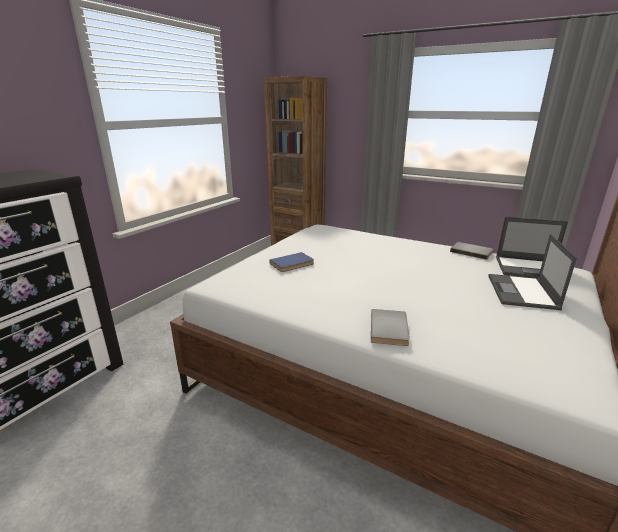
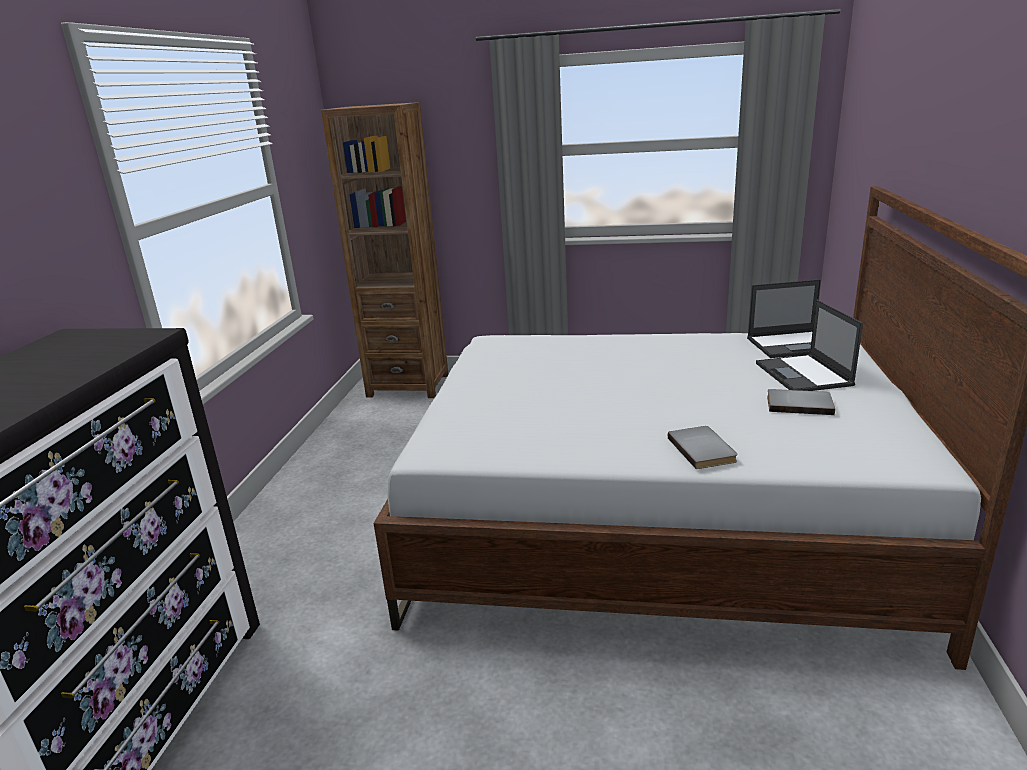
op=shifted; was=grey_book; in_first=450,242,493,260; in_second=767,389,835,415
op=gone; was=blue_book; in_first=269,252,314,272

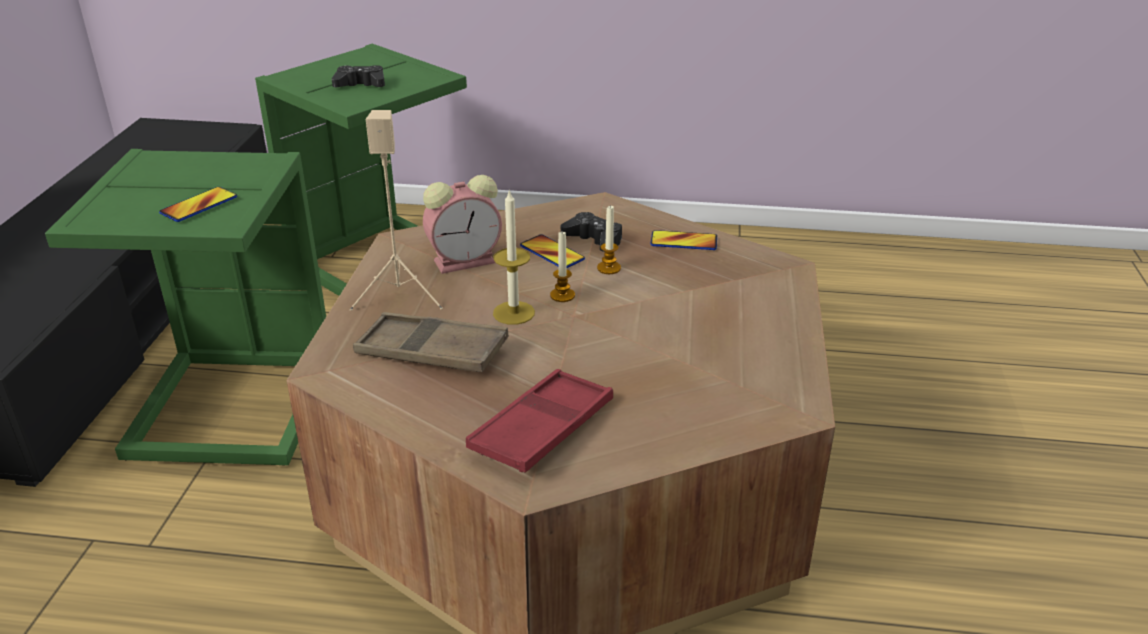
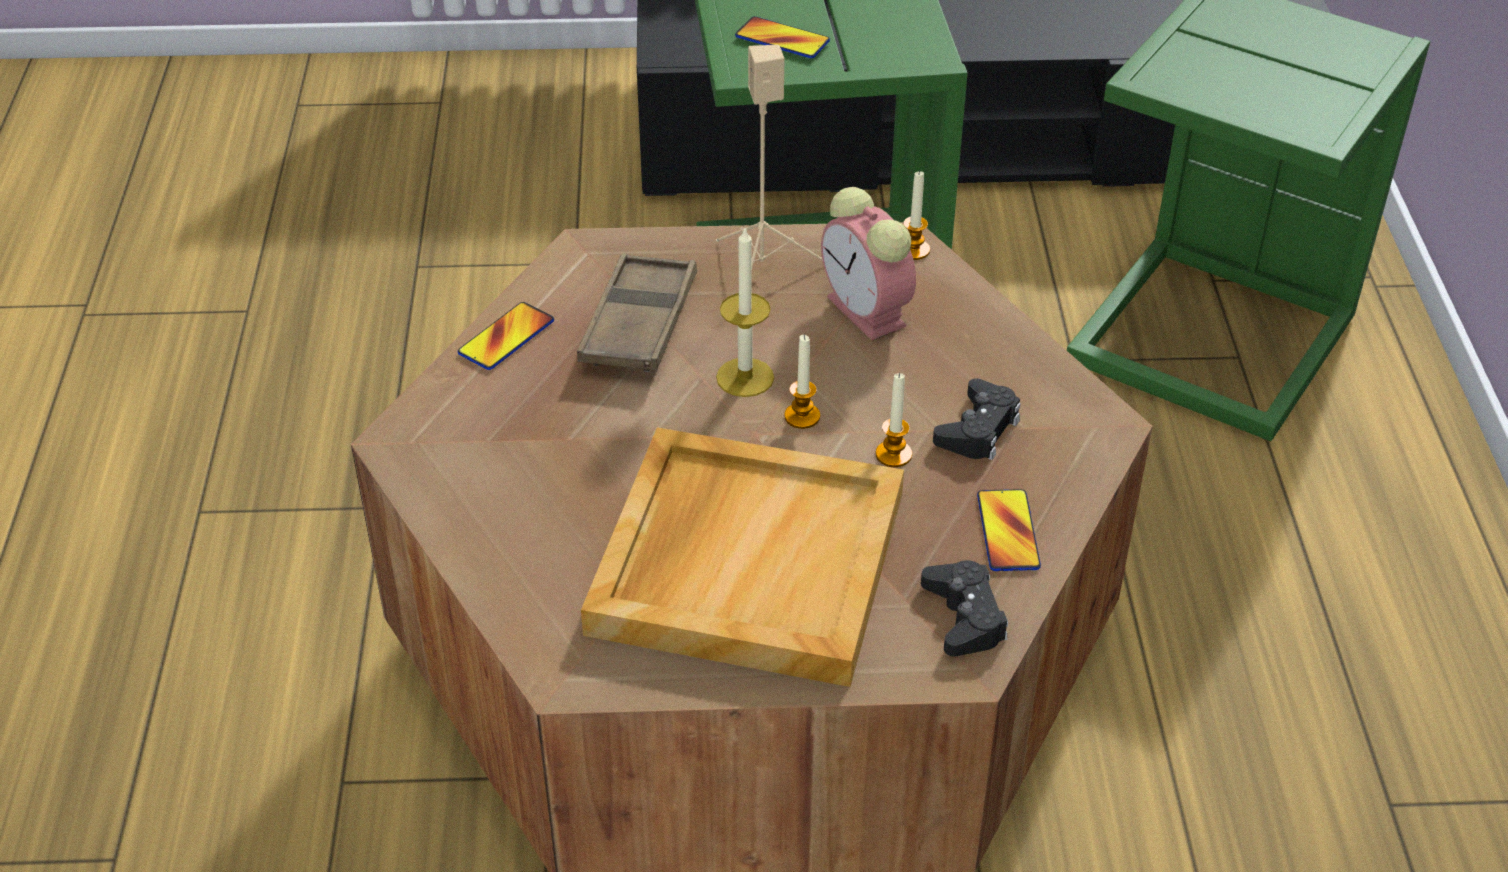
op=shifted; was=black_game_controller; in_first=332,65,385,87; in_second=921,560,1008,657
op=shifted; was=phone; in_first=520,235,585,268; in_second=458,302,554,370
op=gone; was=red_tray; in_first=466,369,613,473
op=new; now=candle; in_second=903,170,930,260
op=new; now=beige_tray; in_second=581,427,904,687

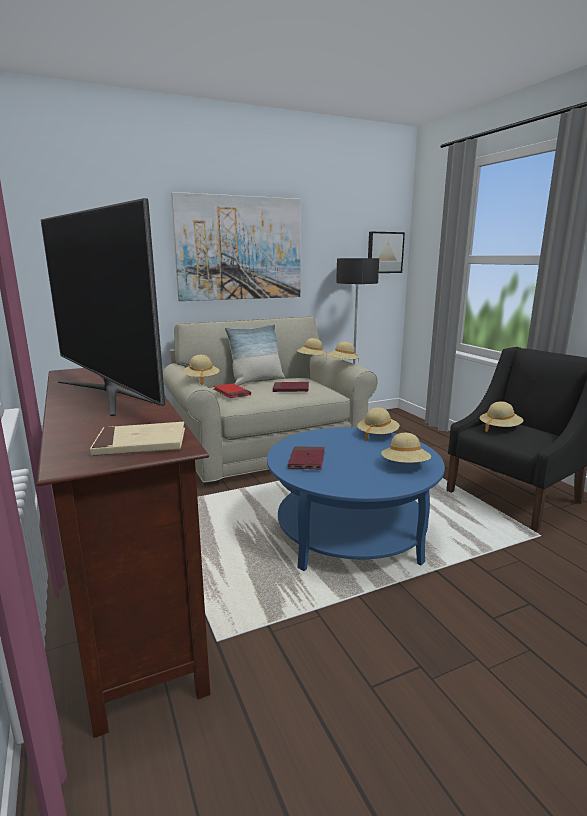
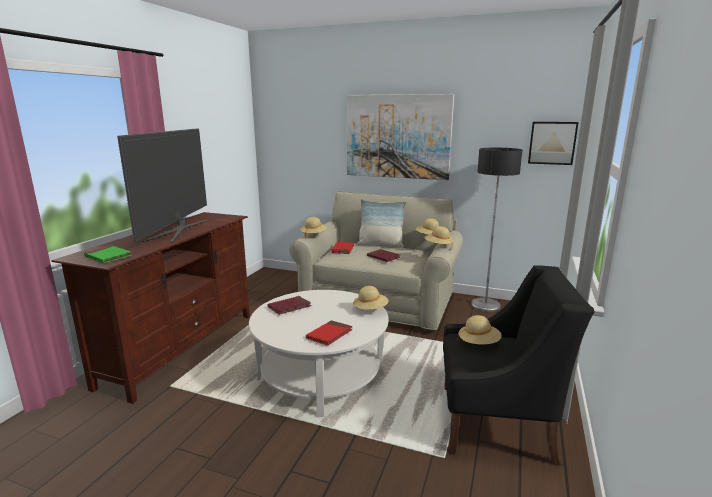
op=repainted; was=beige_book; now=green_book; in_first=90,422,185,456; in_second=84,245,132,263
op=repainted; was=blue_coffee_table; now=white_coffee_table; in_first=267,427,445,571; in_second=249,290,389,417
op=swapped; was=beige_hat; now=red_book; in_first=381,433,431,463; in_second=306,320,352,346

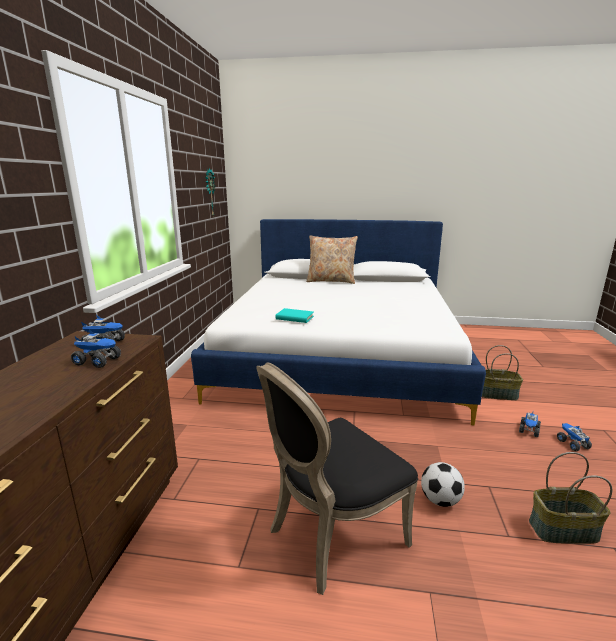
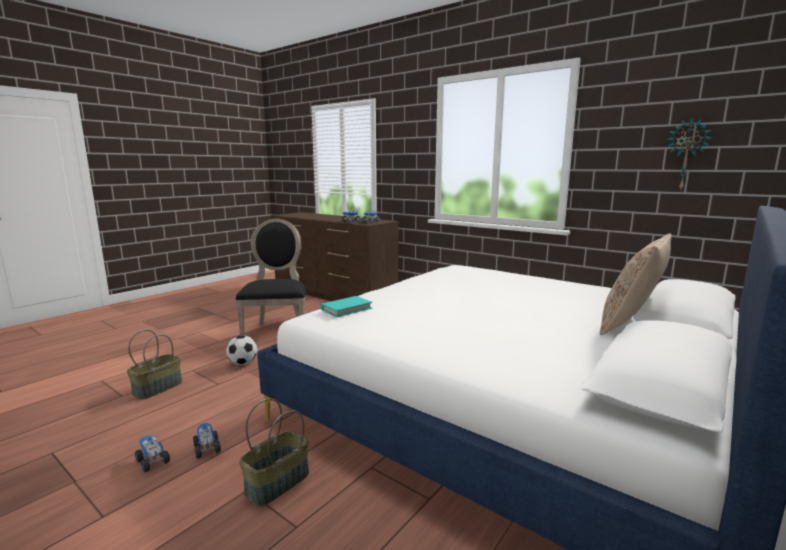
op=shifted; was=turquoise_book; in_first=275,308,314,323; in_second=321,296,372,317
op=rotated; was=toy_truck; in_first=557,423,592,451; in_second=135,435,170,472; clockwise=-150

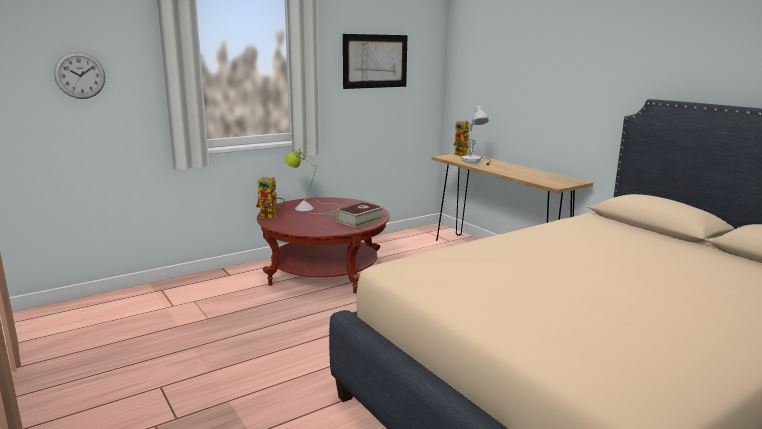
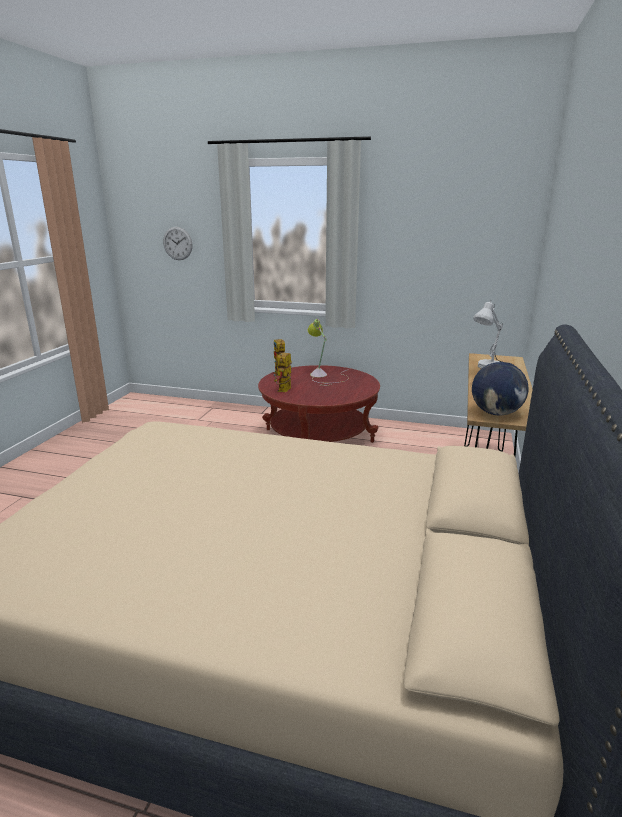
op=gone; was=picture; in_first=343,34,407,89
op=shifted; was=toy_robot; in_first=453,121,476,156; in_second=274,353,291,392
op=gone; was=book; in_first=336,202,384,228
op=new; now=globe; in_second=472,362,529,416

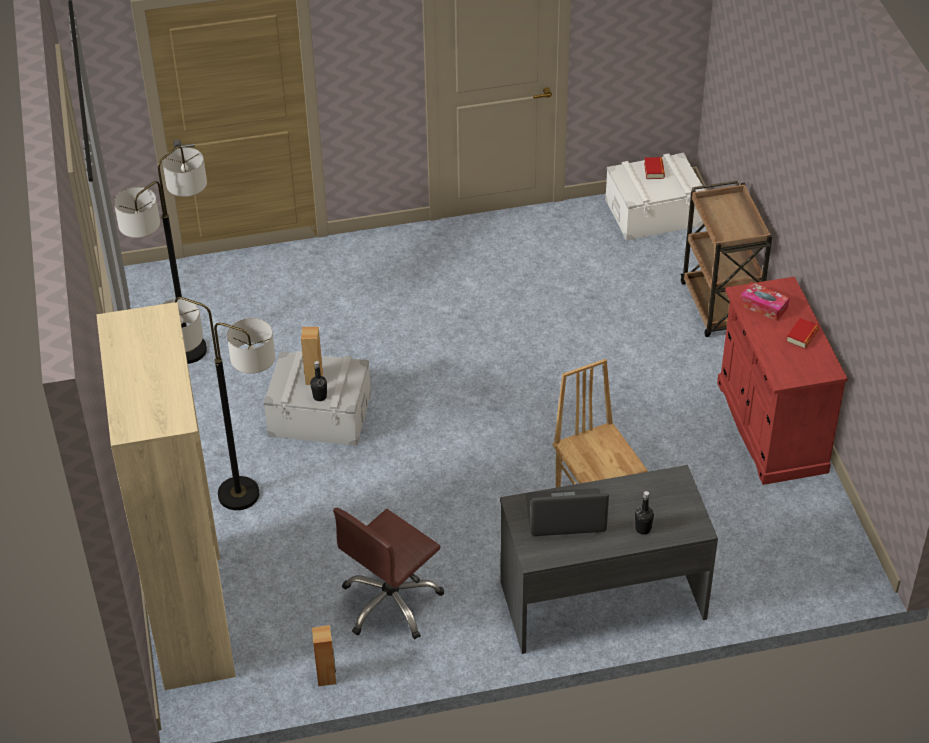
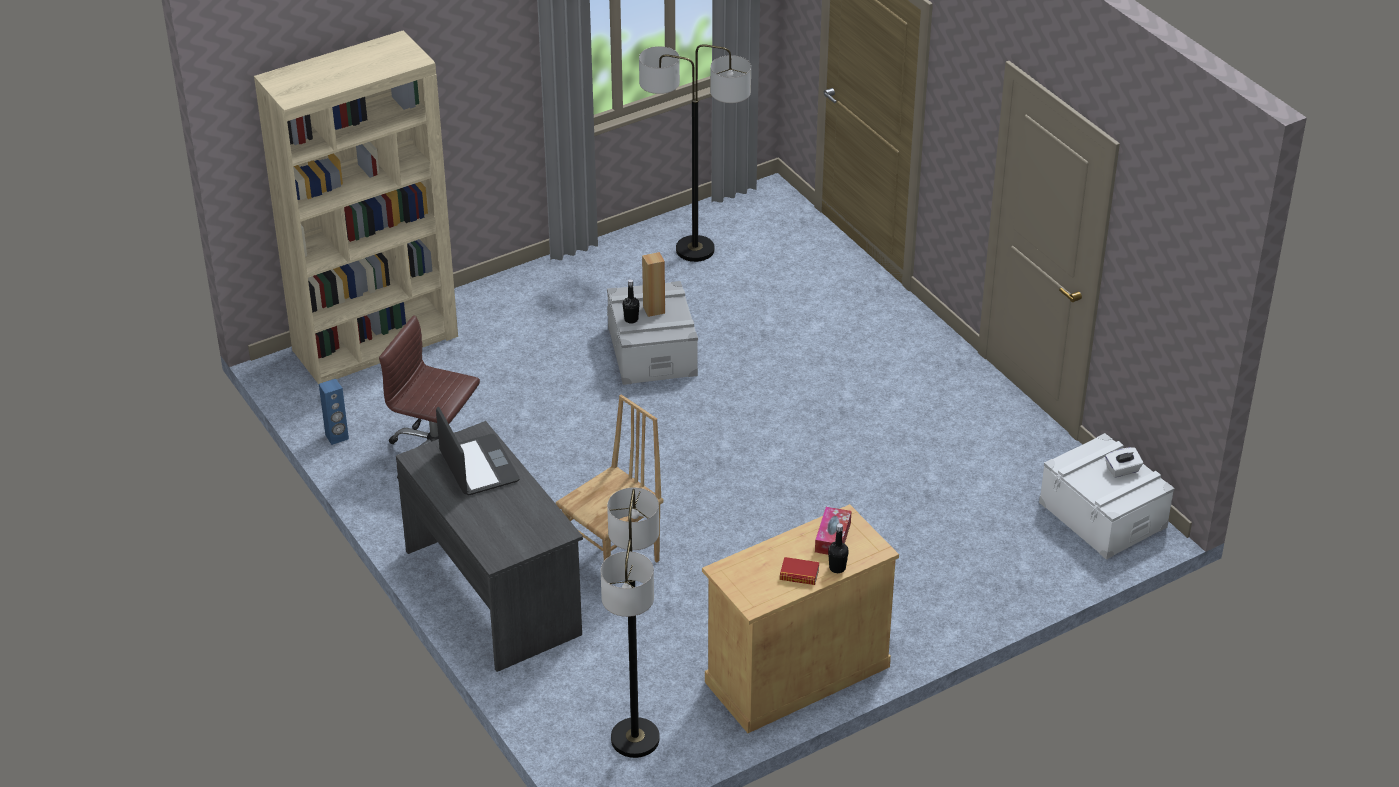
op=swapped; was=book; now=white_tissue_box; in_first=644,157,665,179; in_second=1105,447,1143,478
op=gone; was=brown_cart; in_first=681,180,772,337
op=repainted; was=red_cabinet; now=beige_cabinet; in_first=717,276,848,485; in_second=702,504,899,733
op=shifted; was=floor_lamp; in_first=162,297,275,510; in_second=601,487,660,758
op=shifted; was=black_bottle; in_first=635,491,654,535; in_second=828,523,849,573
op=repainted; was=brown_speaker; now=blue_speaker; in_first=312,625,336,686; in_second=319,379,349,445

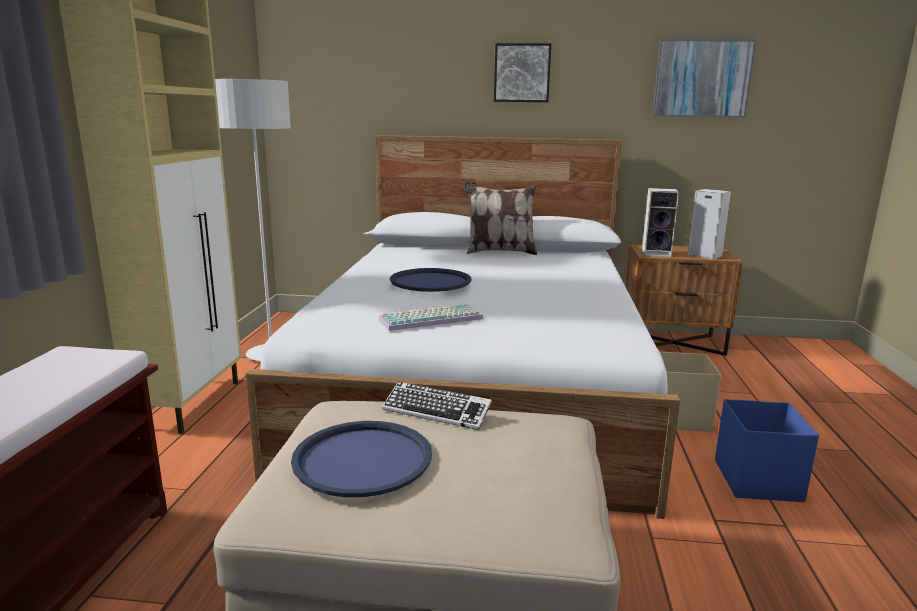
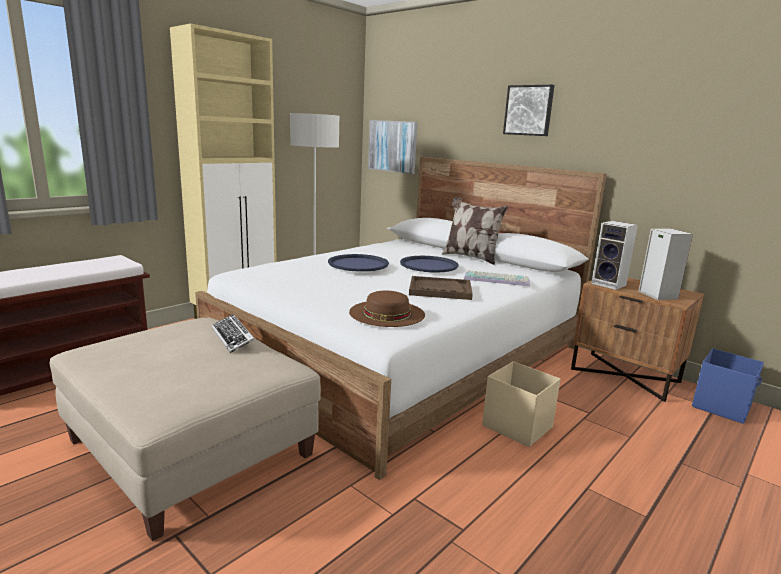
op=shifted; was=picture; in_first=652,39,756,118; in_second=368,120,418,174
op=shifted; was=keyboard; in_first=378,304,484,331; in_second=464,270,530,286
op=shifted; was=blue_storage_box; in_first=715,399,819,502; in_second=692,348,764,424
op=shifted; was=blue_tray; in_first=291,421,432,497; in_second=400,256,459,273
op=new; now=brown_tray; in_second=409,276,473,300
op=new; now=brown_hat; in_second=349,291,425,327

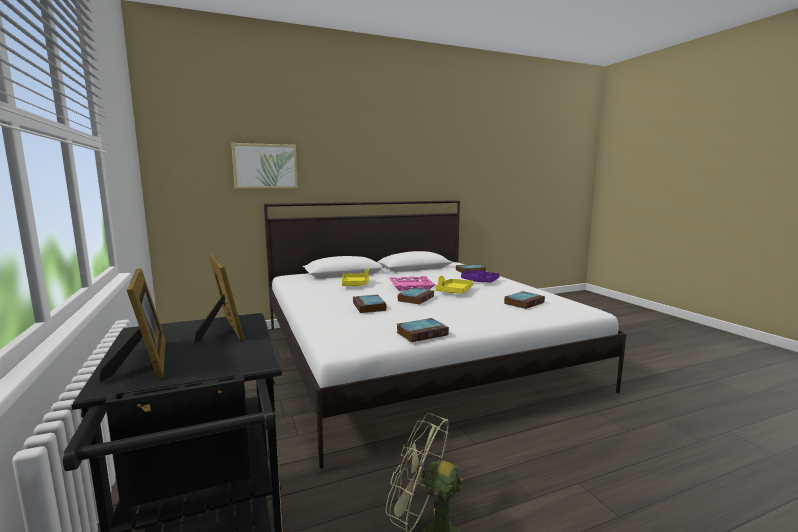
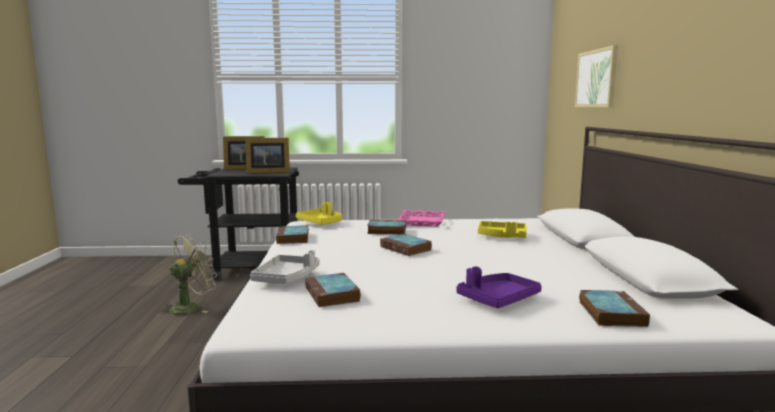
op=shifted; was=pink_tray; in_first=389,276,436,291; in_second=398,210,445,227
op=shifted; was=yellow_tray; in_first=435,276,473,294; in_second=296,202,342,225
op=new; now=grey_tray; in_second=250,250,320,284

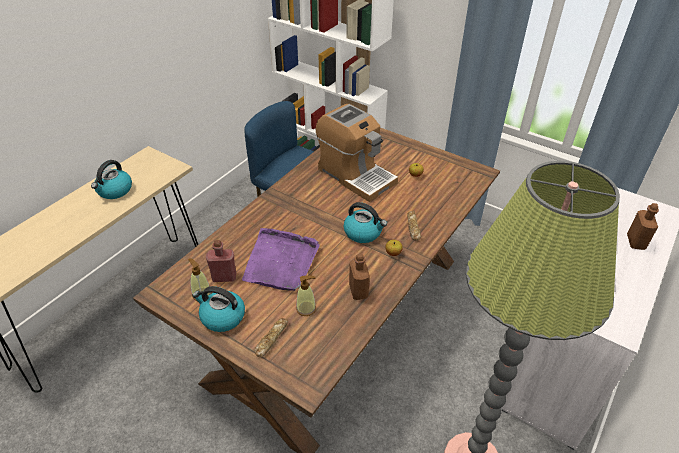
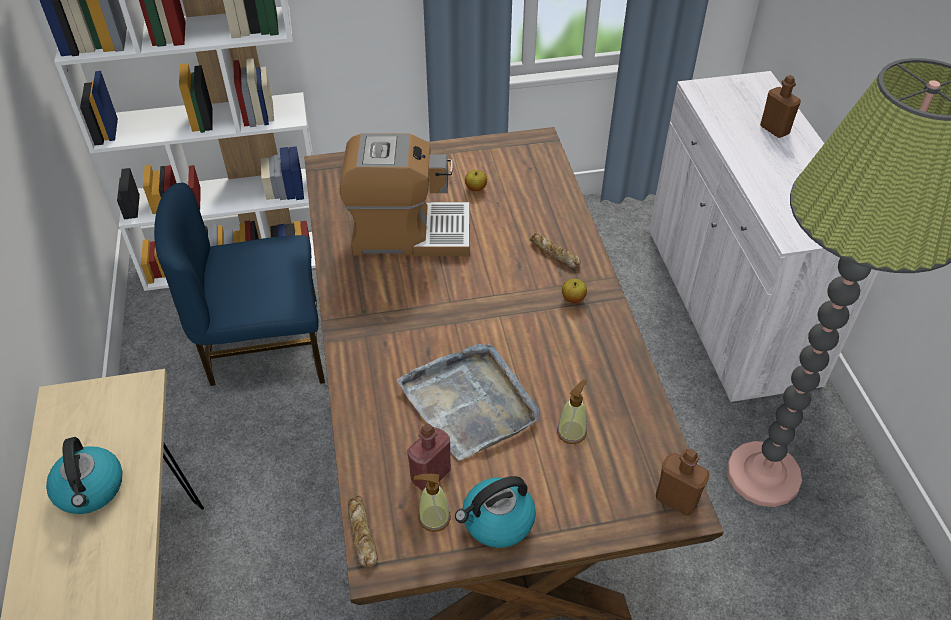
op=gone; was=kettle; in_first=344,202,387,243
op=repainted; was=purple_tray; now=grey_tray; in_first=242,228,320,291; in_second=397,344,539,461
op=shifted; was=brown_bottle; in_first=349,253,370,300; in_second=656,449,709,516
op=shifted; was=bread; in_first=255,318,288,357; in_second=348,496,378,568

